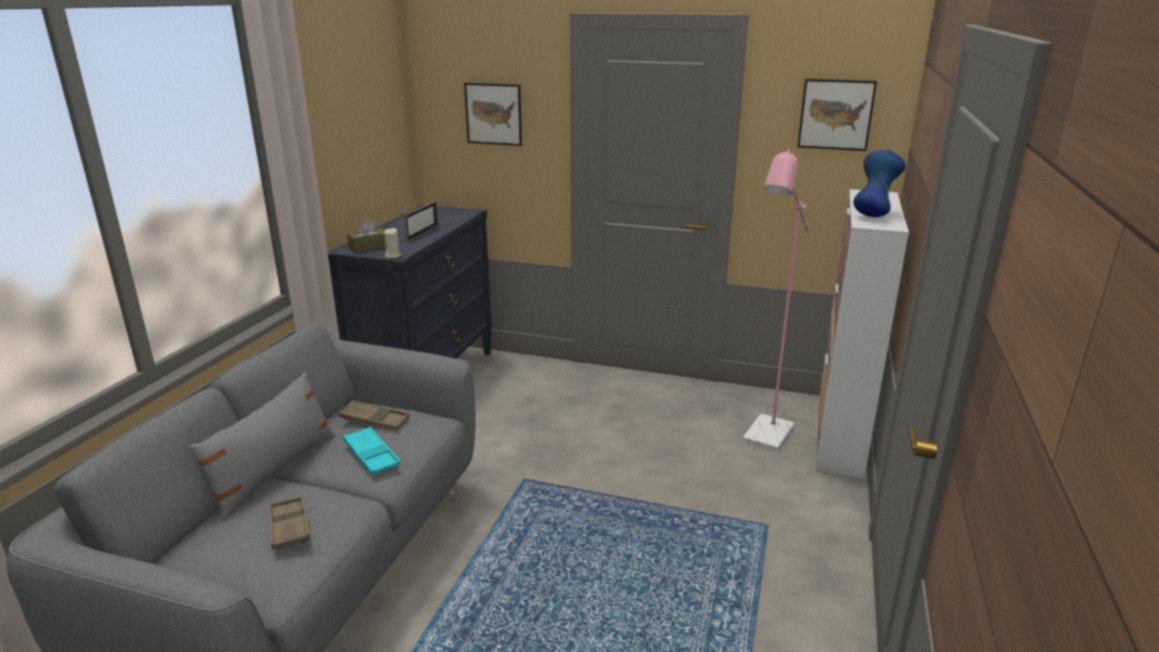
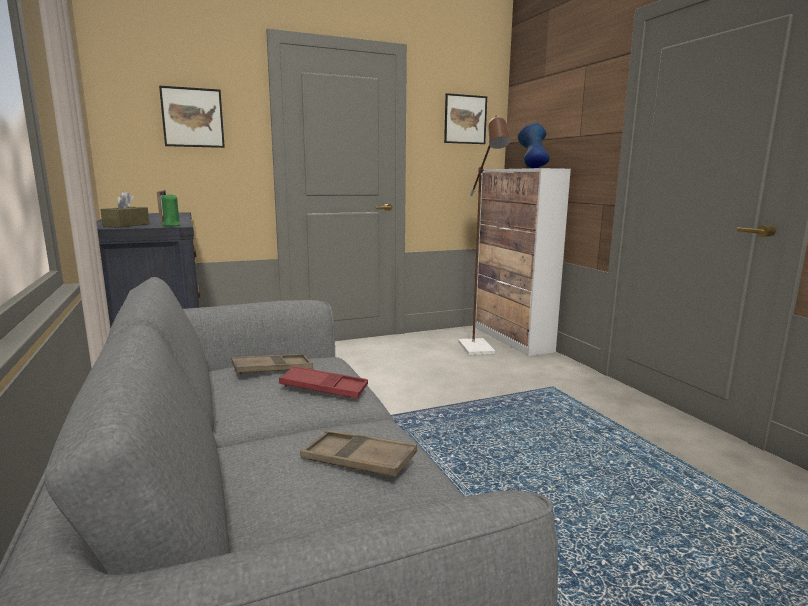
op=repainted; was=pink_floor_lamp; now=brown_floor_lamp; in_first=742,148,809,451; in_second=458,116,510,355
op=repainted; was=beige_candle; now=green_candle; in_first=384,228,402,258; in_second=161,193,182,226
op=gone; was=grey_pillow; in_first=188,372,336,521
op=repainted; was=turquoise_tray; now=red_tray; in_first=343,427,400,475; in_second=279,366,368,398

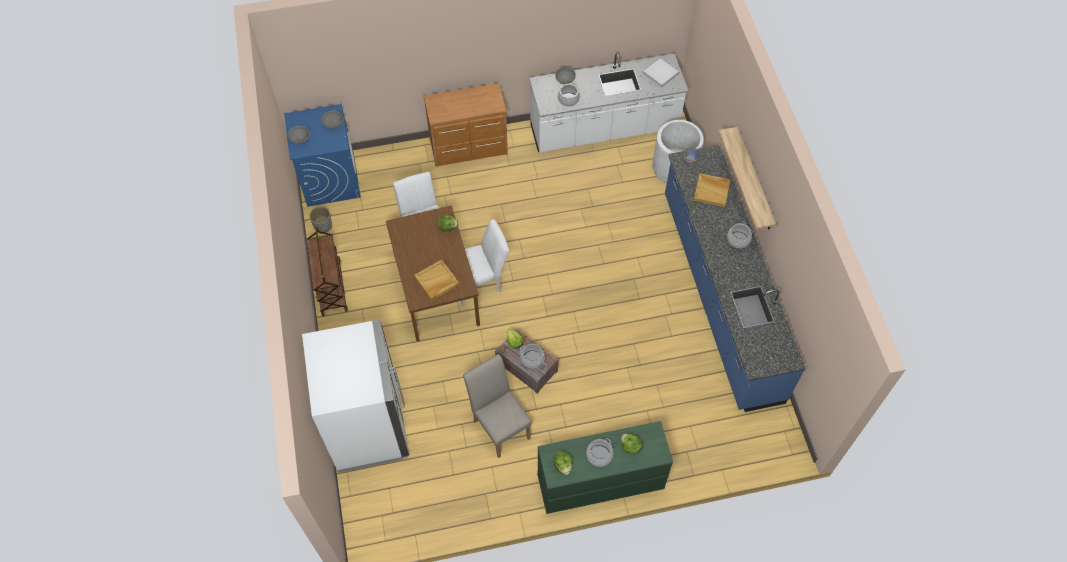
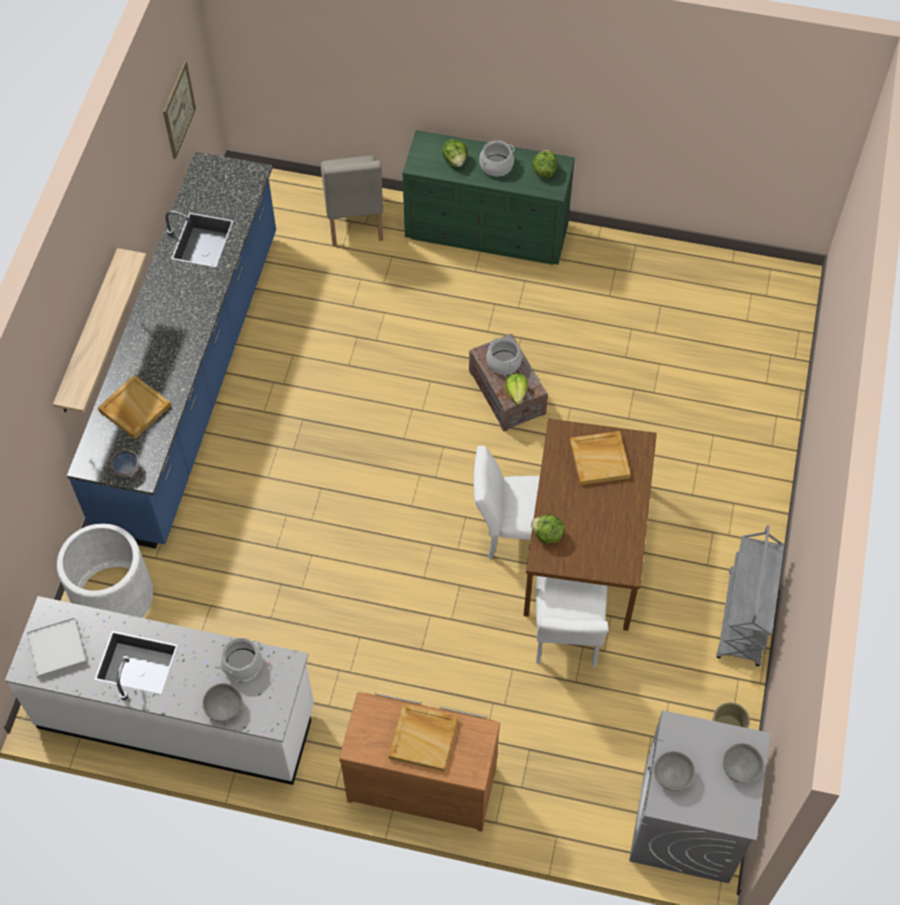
op=repainted; was=blue_washing_machine; now=grey_washing_machine; in_first=284,104,361,207; in_second=629,711,771,883
op=gone; was=cooking_pot; in_first=727,222,752,248
op=repainted; was=brown_cart; now=grey_cart; in_first=307,226,348,316; in_second=716,525,784,666
op=gone; was=white_fridge; in_first=302,319,409,473
op=shifted; was=beige_chair; in_first=463,354,532,458; in_second=321,156,383,246
op=new; now=picture; in_second=163,61,196,159
op=new; now=beige_tray; in_second=389,704,458,772

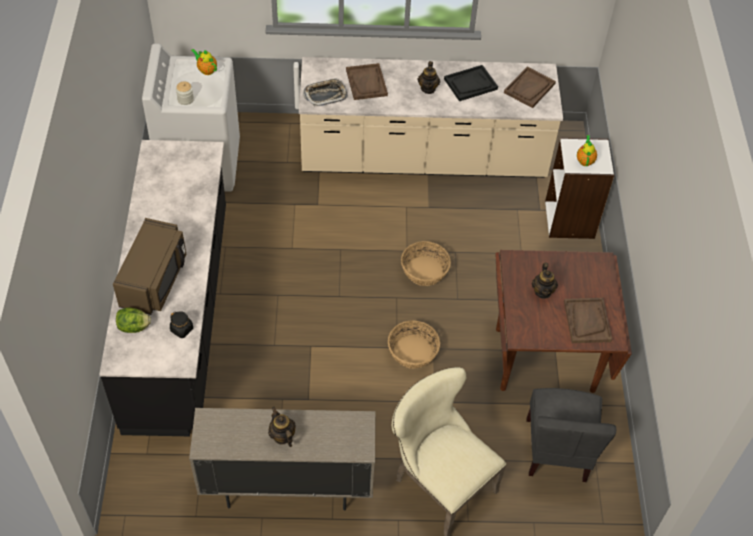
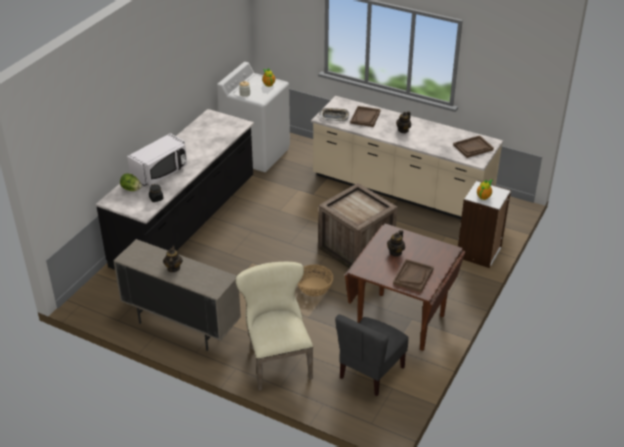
op=gone; was=black_tray; in_first=444,65,498,101
op=repainted; was=brown_microwave; now=white_microwave; in_first=113,218,186,315; in_second=127,133,187,186
op=swapped; was=basket; now=crate; in_first=401,241,451,286; in_second=318,183,397,268

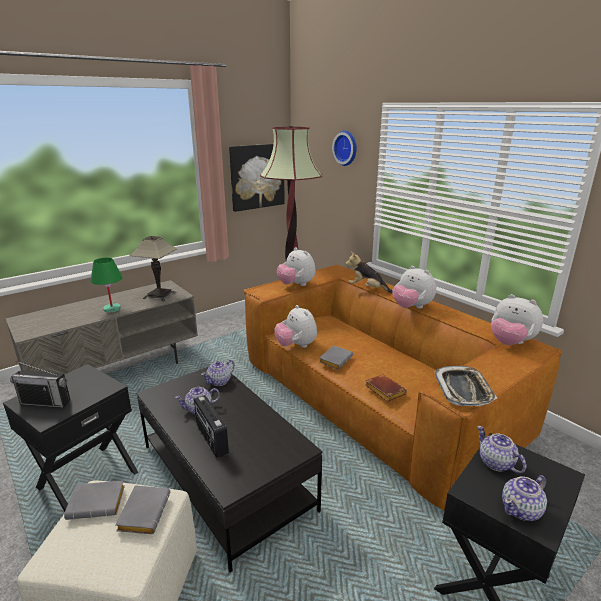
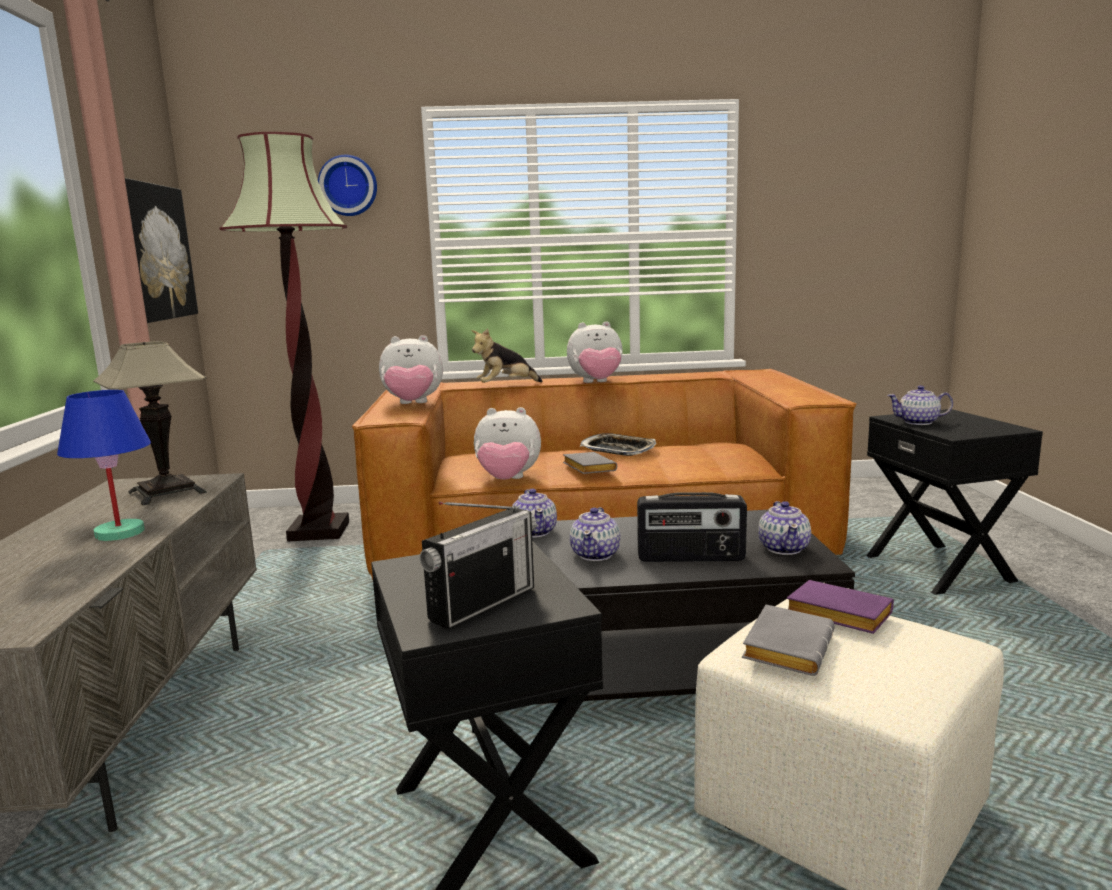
op=repainted; was=green_table_lamp; now=blue_table_lamp; in_first=91,258,123,313; in_second=57,390,151,541
op=gone; was=plush_toy; in_first=491,294,543,345
op=shifted; was=tray; in_first=434,366,497,406; in_second=580,433,656,456
op=gone; was=brown_book; in_first=365,374,407,402
op=shifted; was=teapot; in_first=502,475,547,521; in_second=758,501,811,555
op=repainted; was=grey_book; now=purple_book; in_first=116,485,170,534; in_second=787,580,894,634

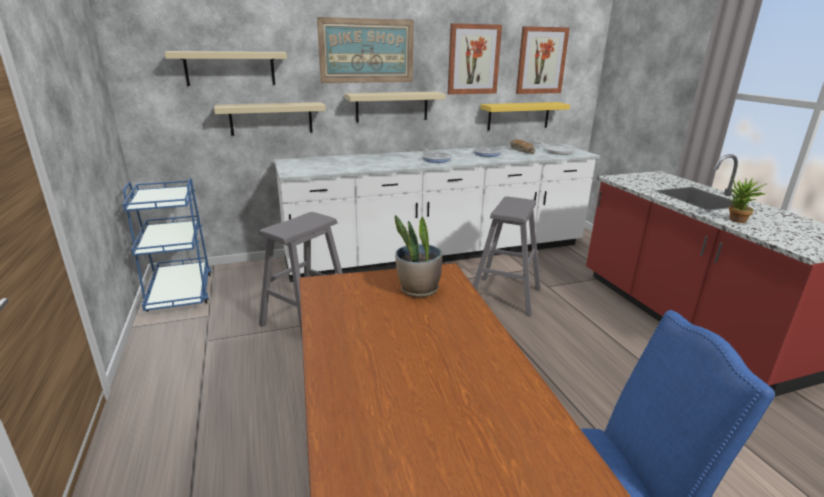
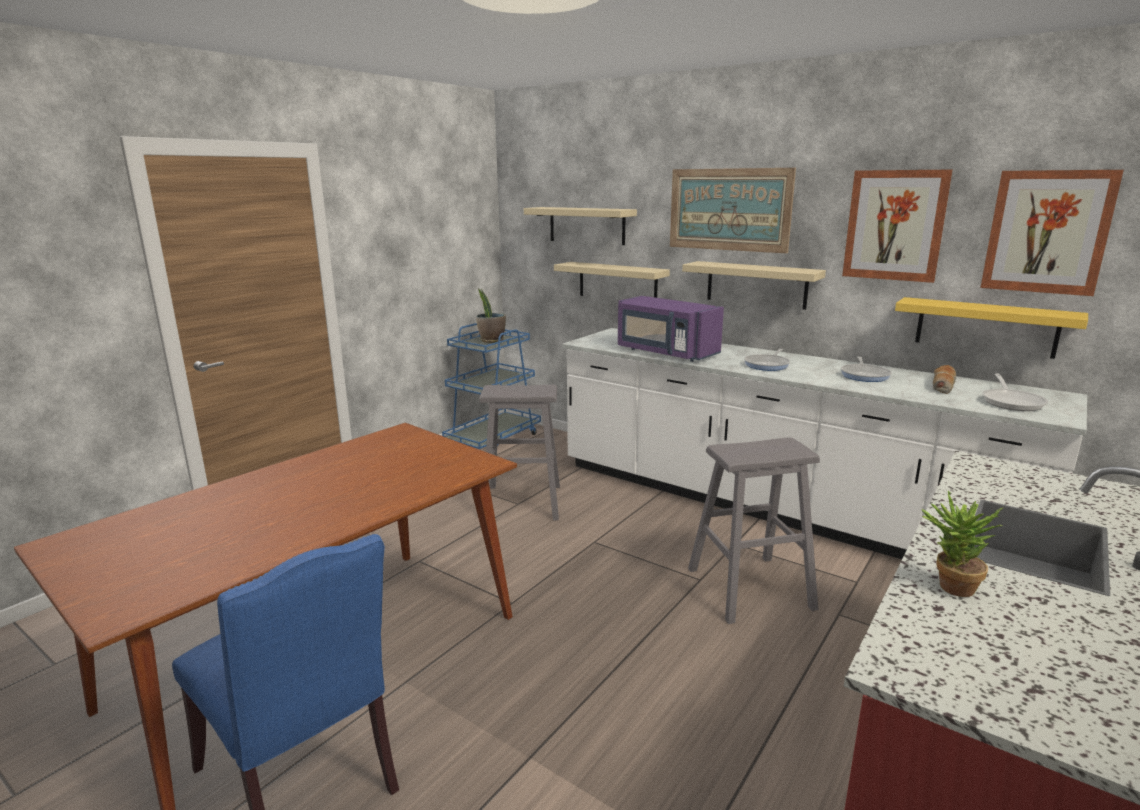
op=shifted; was=potted_plant; in_first=395,215,442,298; in_second=476,289,506,343
op=new; now=purple_microwave; in_second=618,296,724,362

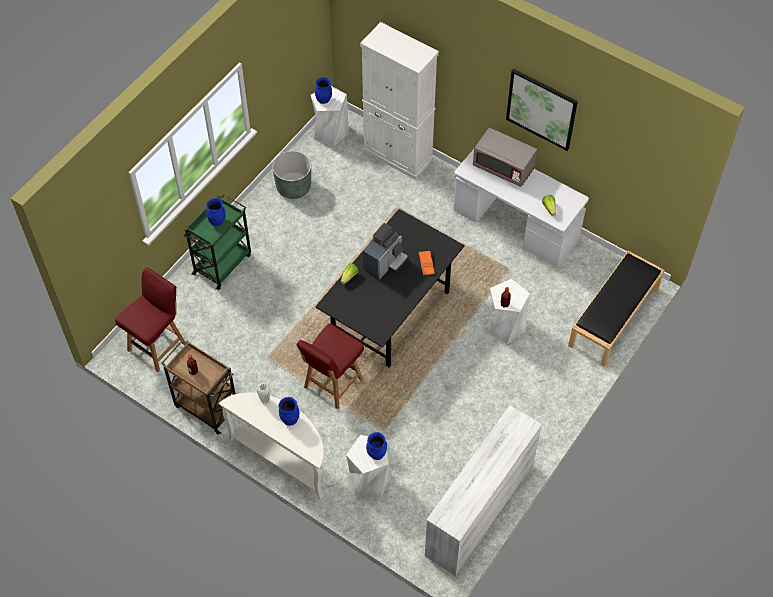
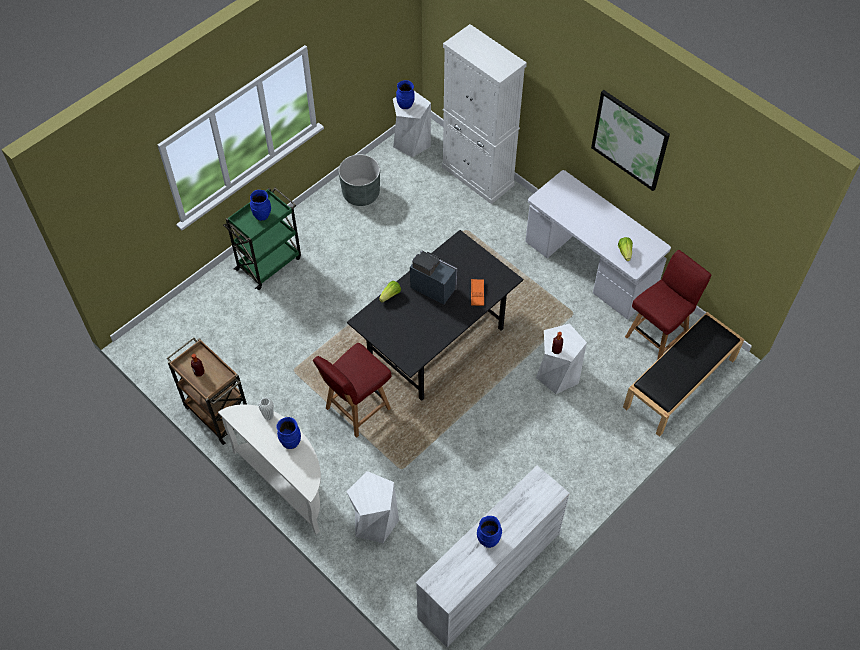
op=gone; was=grey_microwave; in_first=473,128,537,187
op=rotated; was=coffee_machine; in_first=363,223,408,280; in_second=410,250,457,305; clockwise=-105
op=shifted; was=red_chair; in_first=115,267,186,372; in_second=625,250,712,360
op=shifted; was=blue_vase; in_first=366,432,387,460; in_second=477,516,502,548

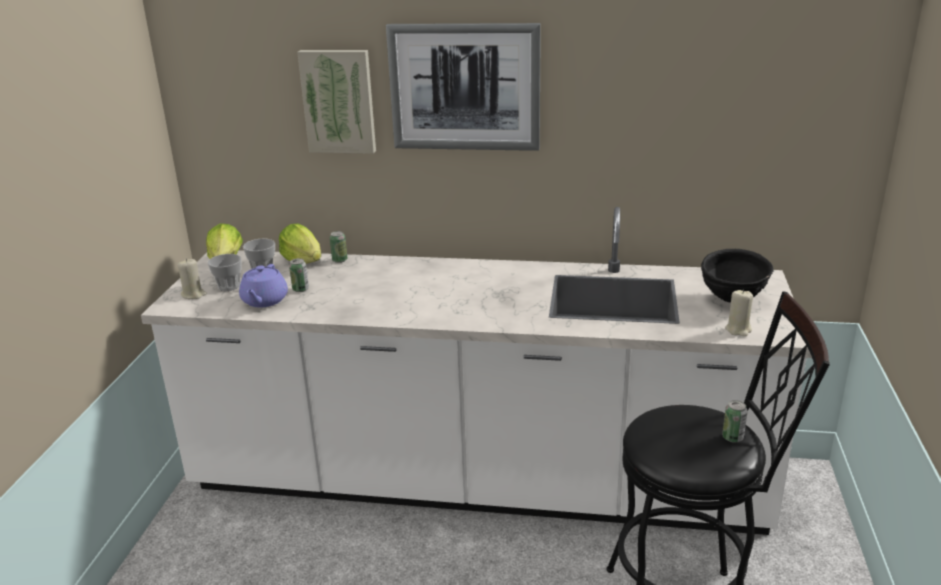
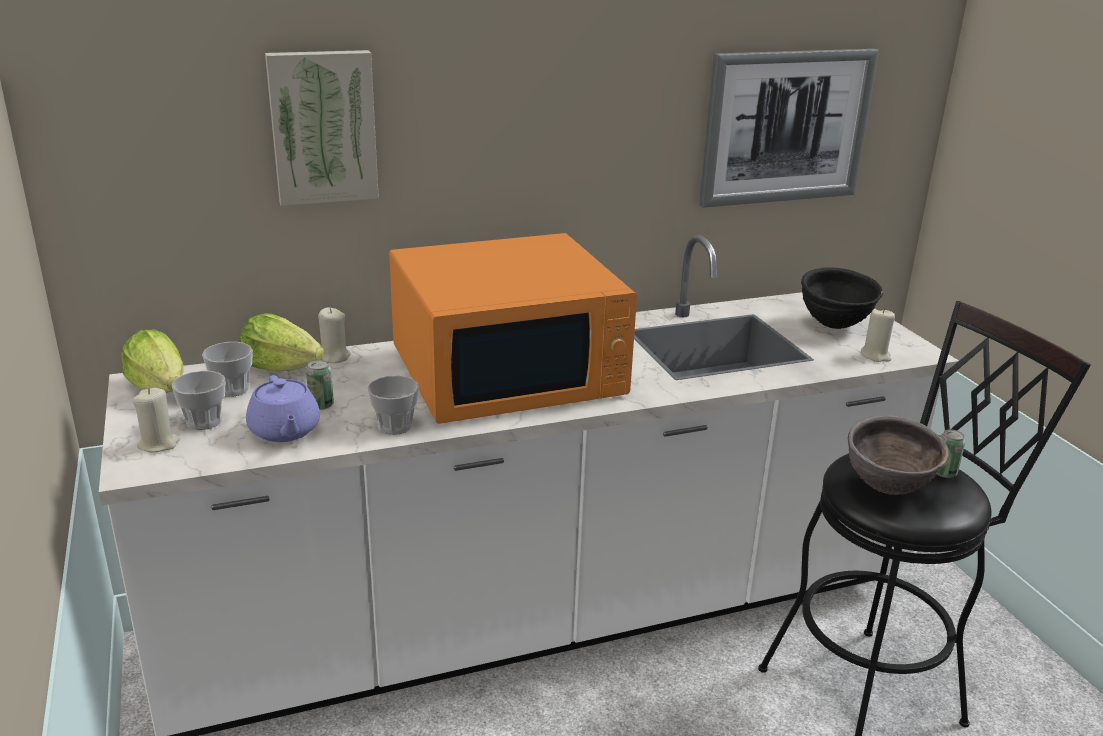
op=shifted; was=picture; in_first=386,23,541,151; in_second=700,49,879,208
op=swapped; was=can; now=beige_candle; in_first=330,231,347,263; in_second=318,307,351,363
op=new; now=orange_microwave; in_second=389,233,637,424
op=new; now=cup; in_second=367,375,419,435
op=new; now=brown_bowl; in_second=848,415,949,495

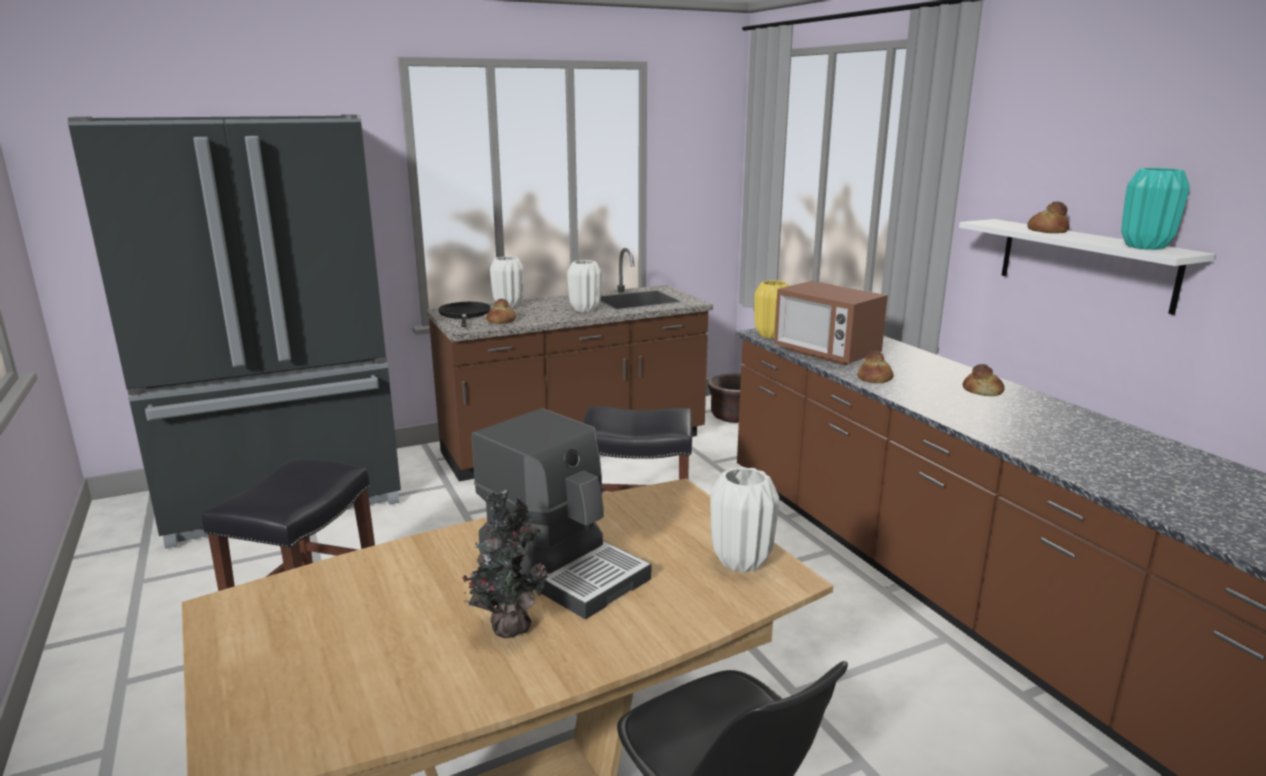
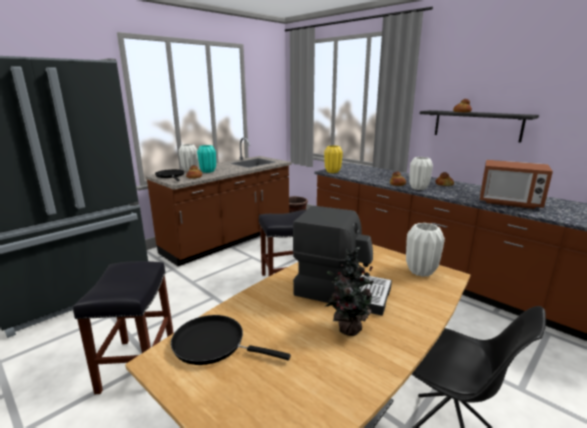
op=shifted; was=turquoise_vase; in_first=1121,168,1190,250; in_second=197,145,216,173
op=repainted; was=white_shelf; now=black_shelf; in_first=959,219,1215,315; in_second=420,110,539,143
op=shifted; was=white_vase; in_first=567,260,602,312; in_second=409,157,433,190
op=shifted; was=microwave; in_first=774,281,888,365; in_second=480,160,553,209
op=new; now=black_frying_pan; in_second=171,315,291,365

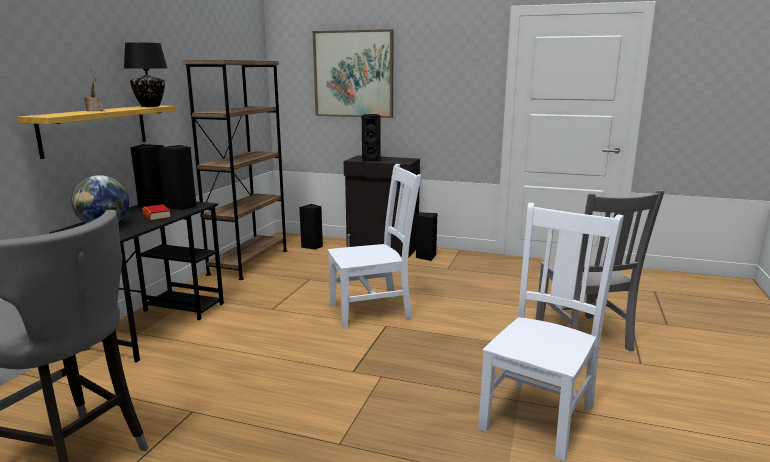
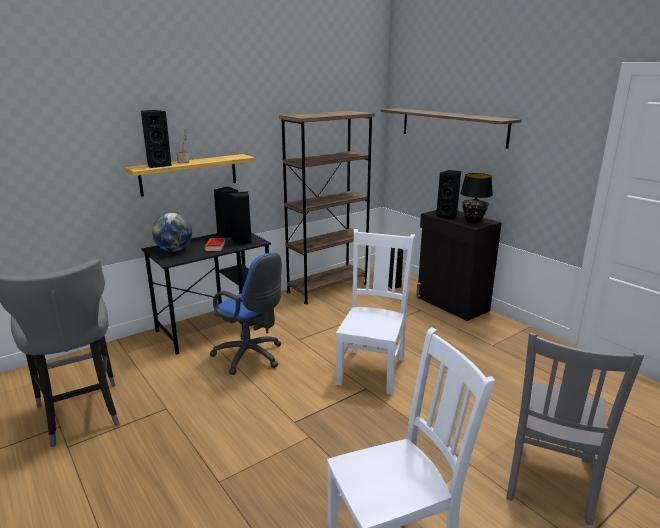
op=swapped; was=picture; now=shelf; in_first=313,29,394,118; in_second=381,108,522,149
op=shifted; was=black_table_lamp; in_first=124,42,167,107; in_second=460,173,493,223
op=rotated; was=white_chair; in_first=328,164,421,329; in_second=336,229,415,395; clockwise=-90
op=shifted; was=black_speaker; in_first=416,213,437,261; in_second=141,110,172,168
op=new; now=blue_office_chair; in_second=210,253,282,375

